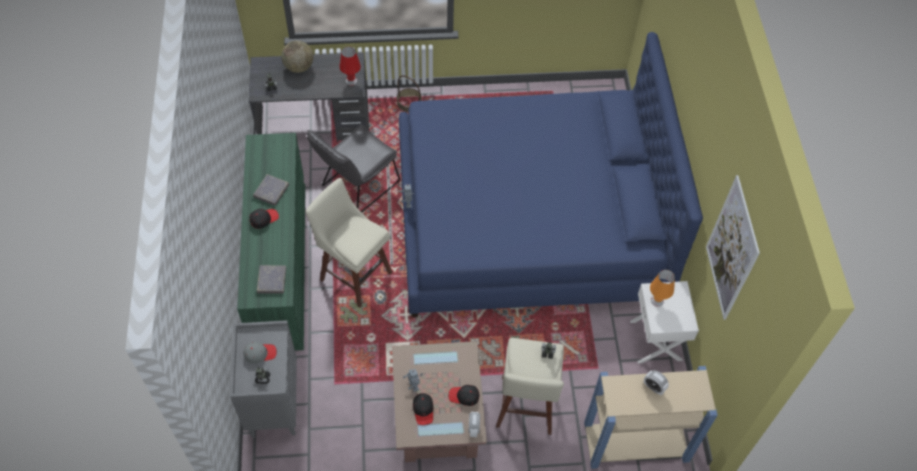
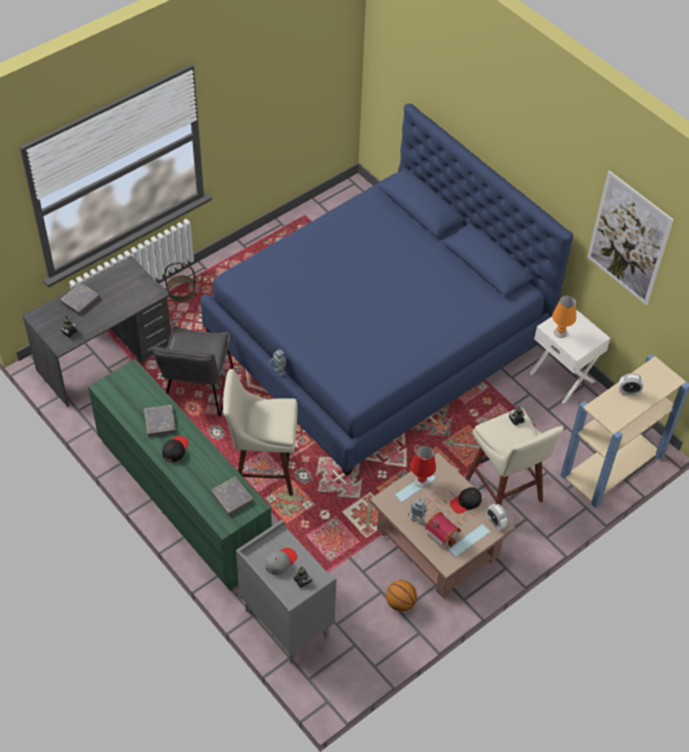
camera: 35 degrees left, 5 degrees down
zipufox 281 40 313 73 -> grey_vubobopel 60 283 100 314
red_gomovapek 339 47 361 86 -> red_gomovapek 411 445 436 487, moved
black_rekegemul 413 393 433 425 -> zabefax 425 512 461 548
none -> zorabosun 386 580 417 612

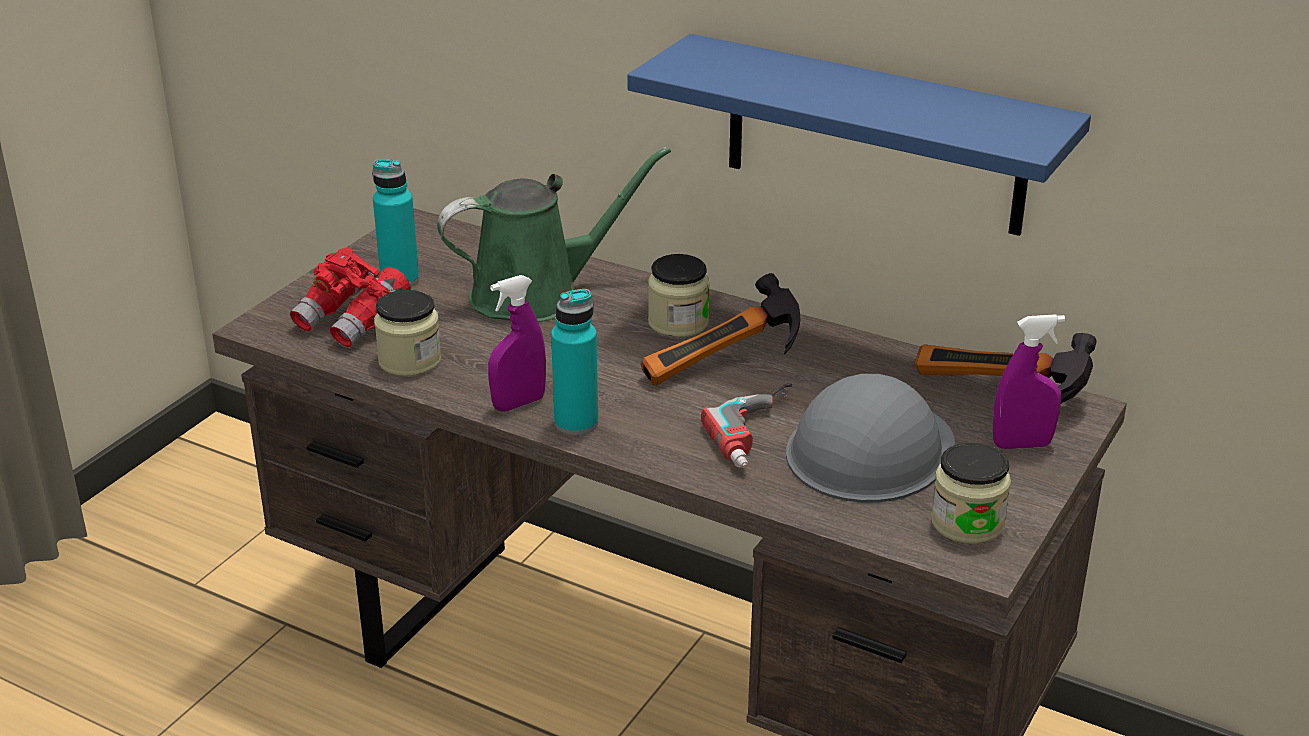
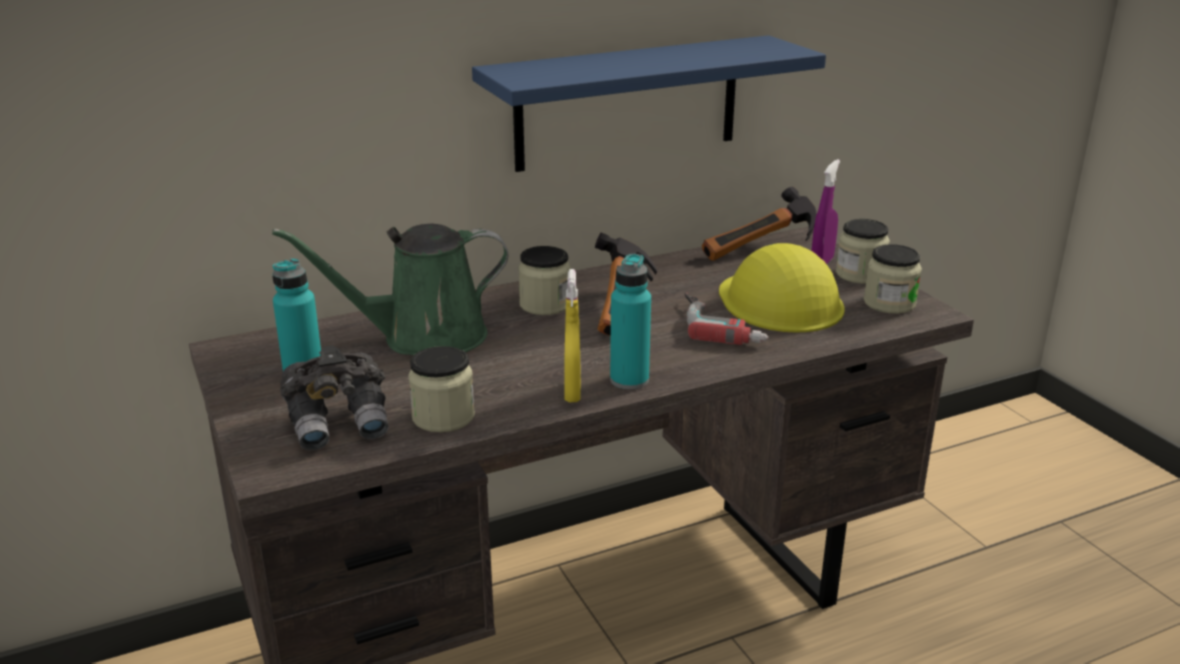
camera: 55 degrees left, 5 degrees down
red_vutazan 290 247 411 348 -> grey_vutazan 280 346 389 451
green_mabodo 437 147 671 322 -> green_mabodo 272 224 508 355, 120 degrees counterclockwise
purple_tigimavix 488 275 546 412 -> yellow_tigimavix 564 269 581 402
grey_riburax 786 374 955 503 -> yellow_riburax 719 243 845 333
none -> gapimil 836 219 890 284

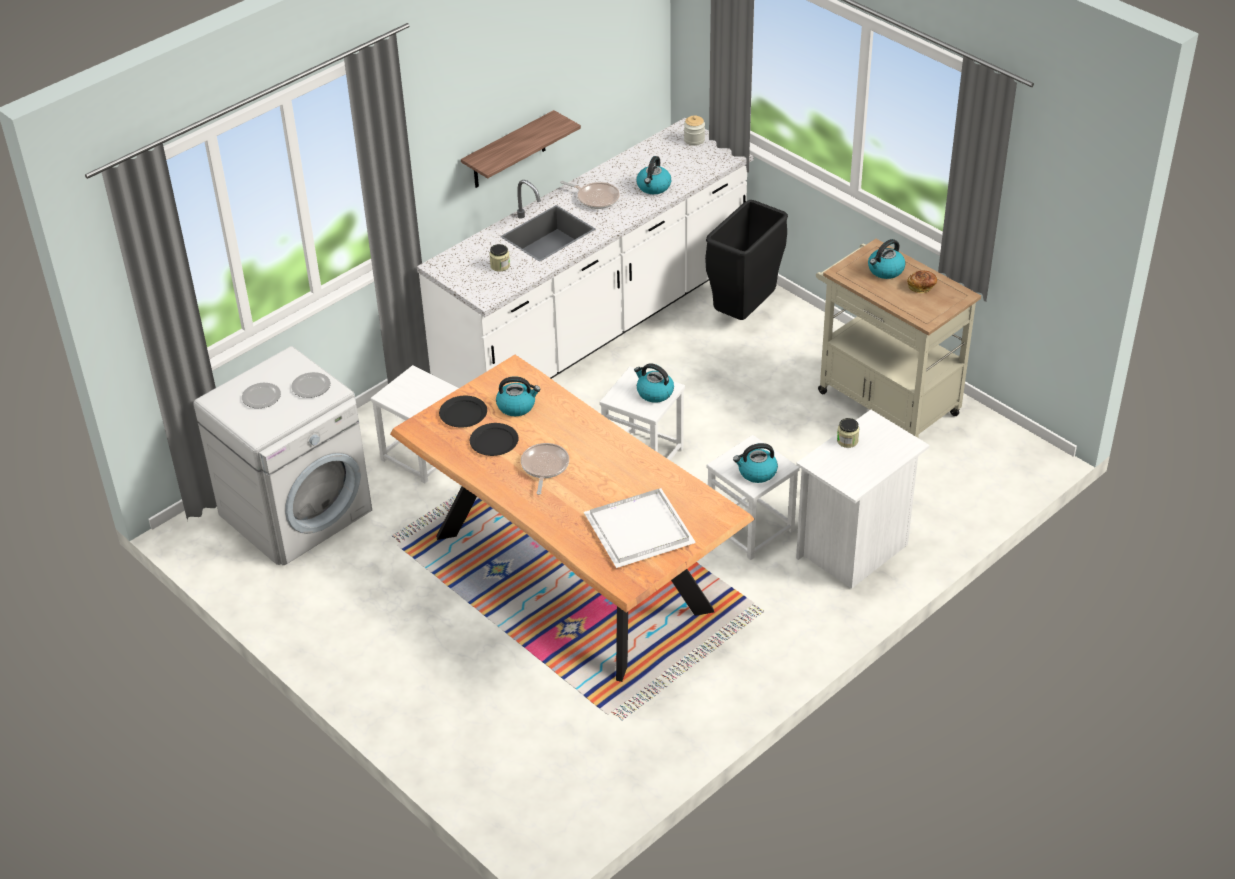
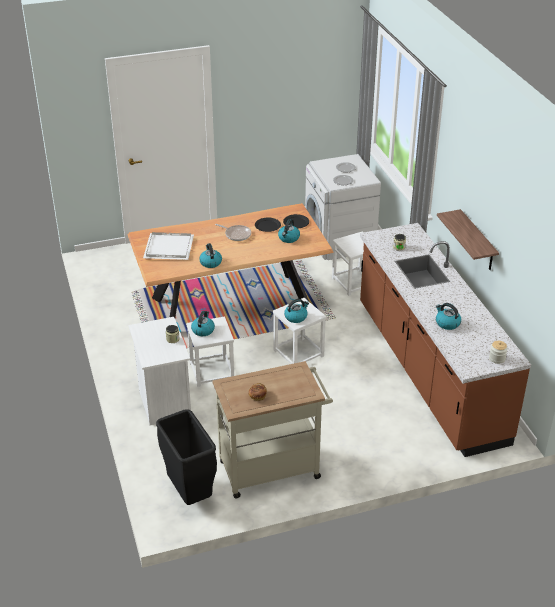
camera: 115 degrees right, 5 degrees down
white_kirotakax 417 118 754 388 -> brown_kirotakax 360 223 531 457
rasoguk 560 181 620 209 -> none
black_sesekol 705 200 788 320 -> black_sesekol 156 409 217 505, moved
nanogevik 868 239 905 279 -> nanogevik 199 243 222 268, moved

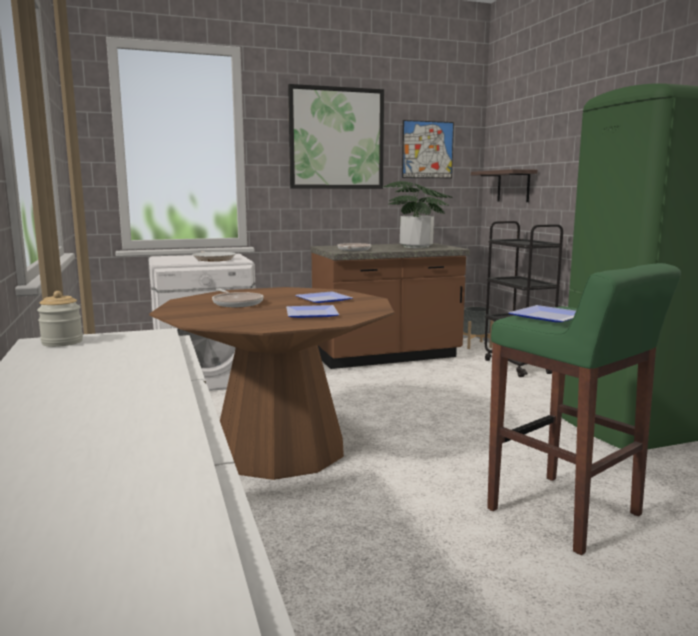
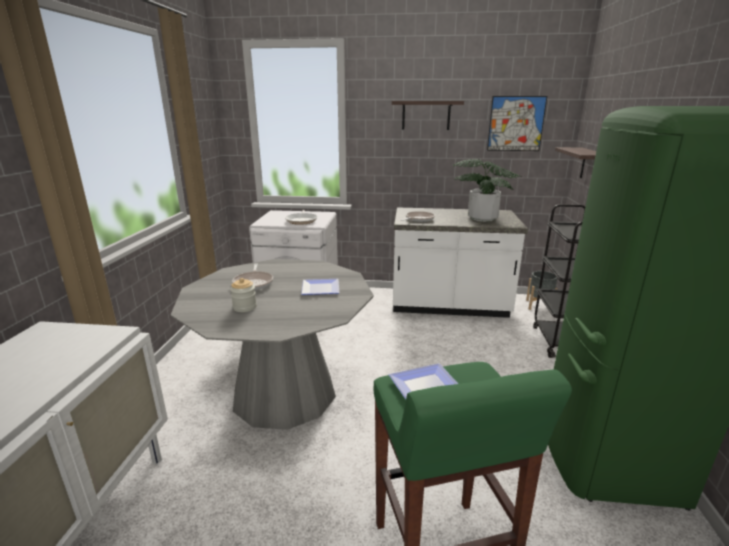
camera: 25 degrees right, 10 degrees up
gapimil 37 291 83 347 -> gapimil 230 278 257 312, moved
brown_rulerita 149 287 394 480 -> grey_rulerita 171 259 374 430
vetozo 286 305 339 318 -> none
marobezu 288 84 384 189 -> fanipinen 392 101 464 130
brown_kirotakax 310 243 470 369 -> white_kirotakax 393 207 528 318

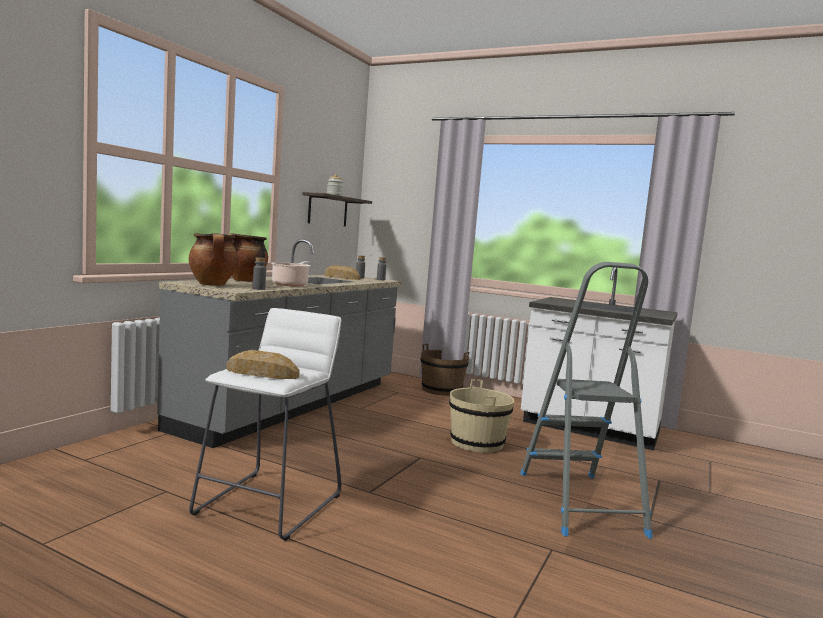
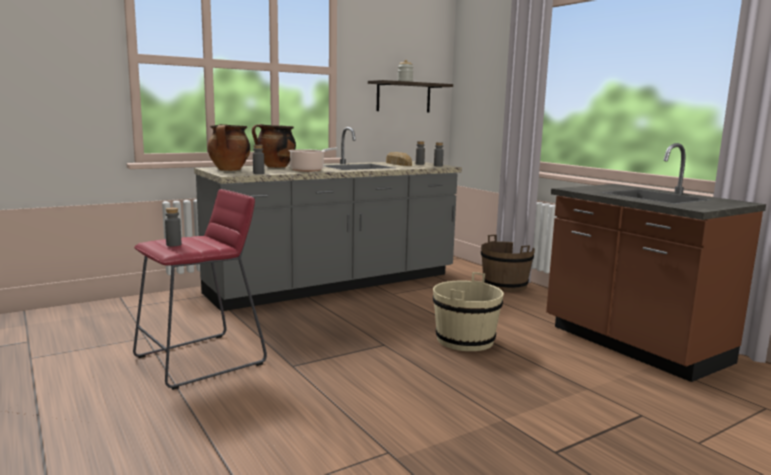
camera: 30 degrees right, 5 degrees up
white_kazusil 189 308 341 541 -> red_kazusil 133 189 267 390
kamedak 227 350 300 379 -> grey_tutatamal 165 208 181 246
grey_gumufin 520 262 653 539 -> none
white_kirotakax 521 267 678 450 -> brown_kirotakax 546 143 766 382

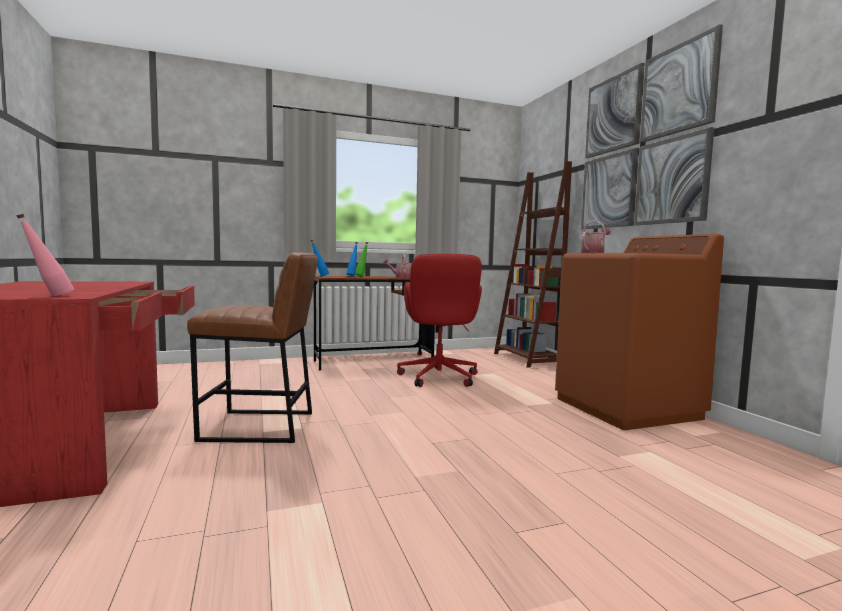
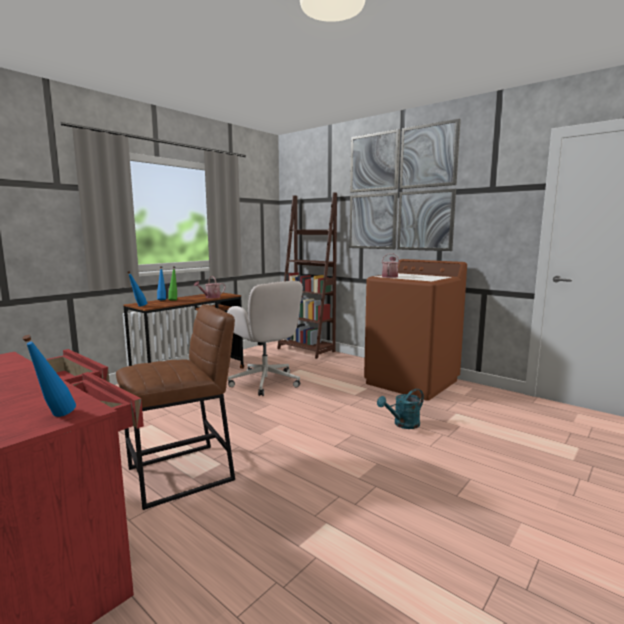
camera: 30 degrees left, 5 degrees up
pink_tutatamal 16 214 74 296 -> blue_tutatamal 22 335 76 417
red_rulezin 397 254 482 387 -> white_rulezin 227 281 303 396
none -> turquoise_mabodo 377 389 424 429

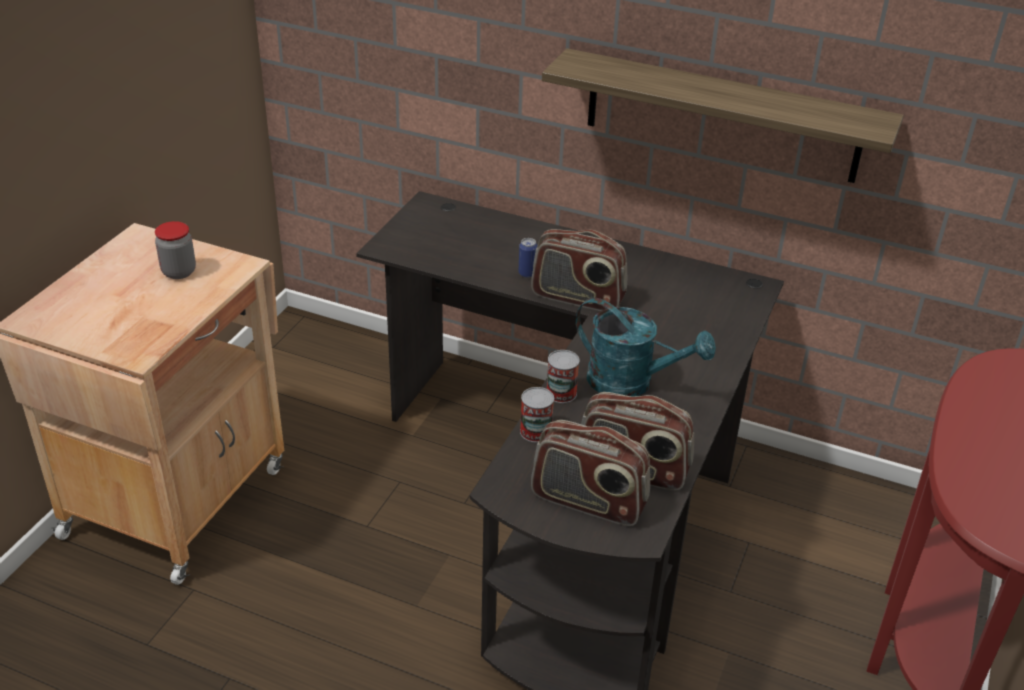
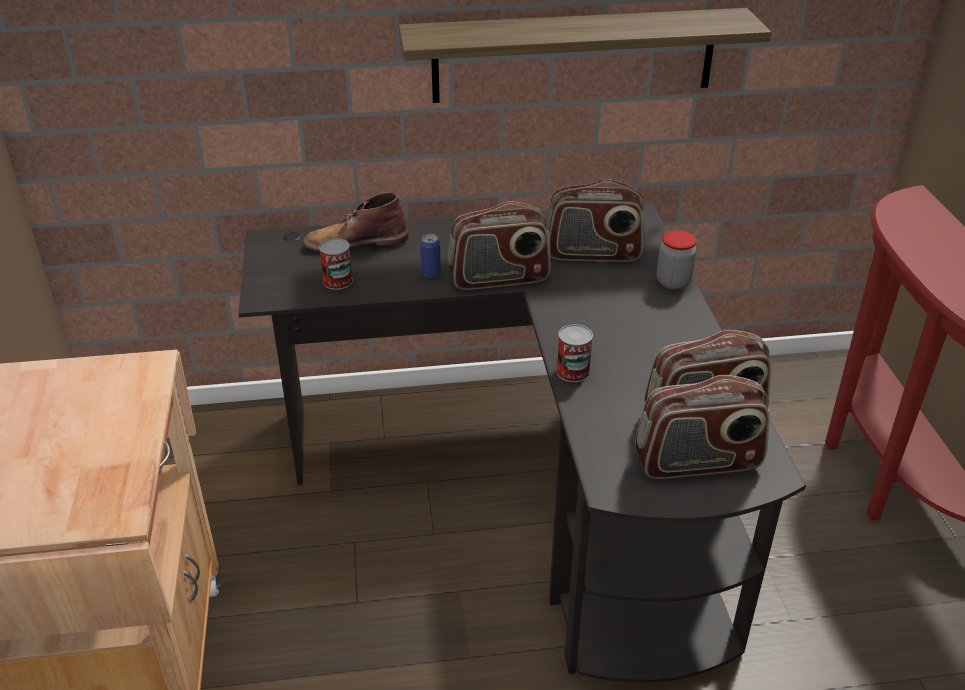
camera: 30 degrees left, 0 degrees up
gapimil 155 221 196 279 -> gapimil 657 230 697 289, moved
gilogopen 520 387 554 443 -> gilogopen 319 238 353 290, moved
turquoise_mabodo 576 298 716 396 -> none
none -> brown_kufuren 303 192 409 252
none -> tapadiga 547 179 645 262

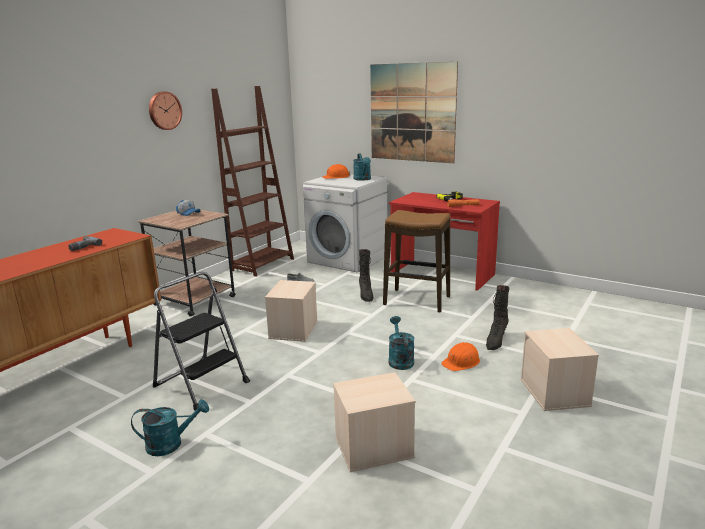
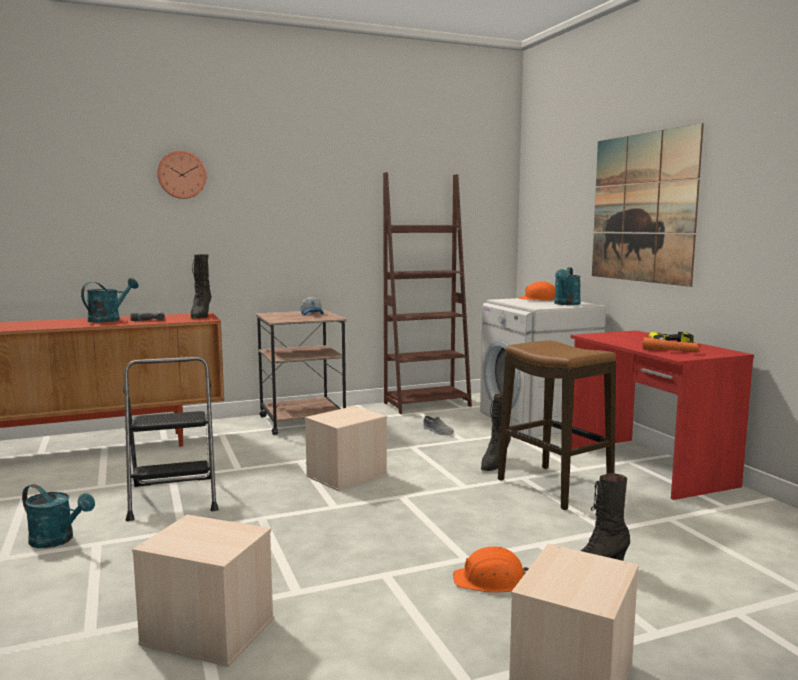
camera: 35 degrees right, 10 degrees down
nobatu 149 92 182 130 -> nobatu 157 151 206 199, moved
turquoise_mabodo 388 316 414 370 -> turquoise_mabodo 81 278 139 323, moved
none -> black_kufuren 191 254 212 319

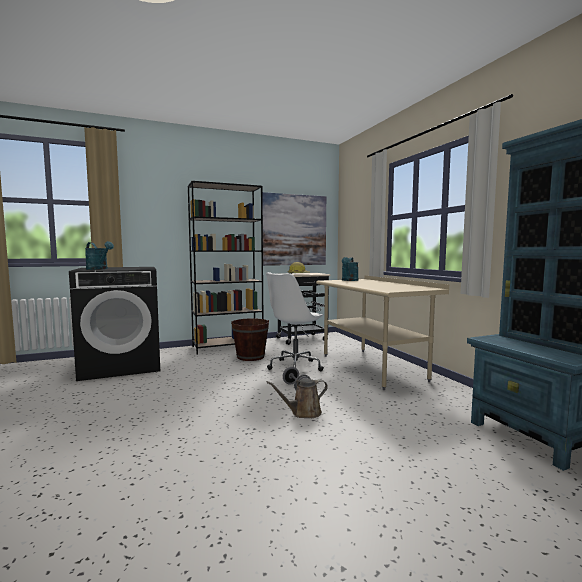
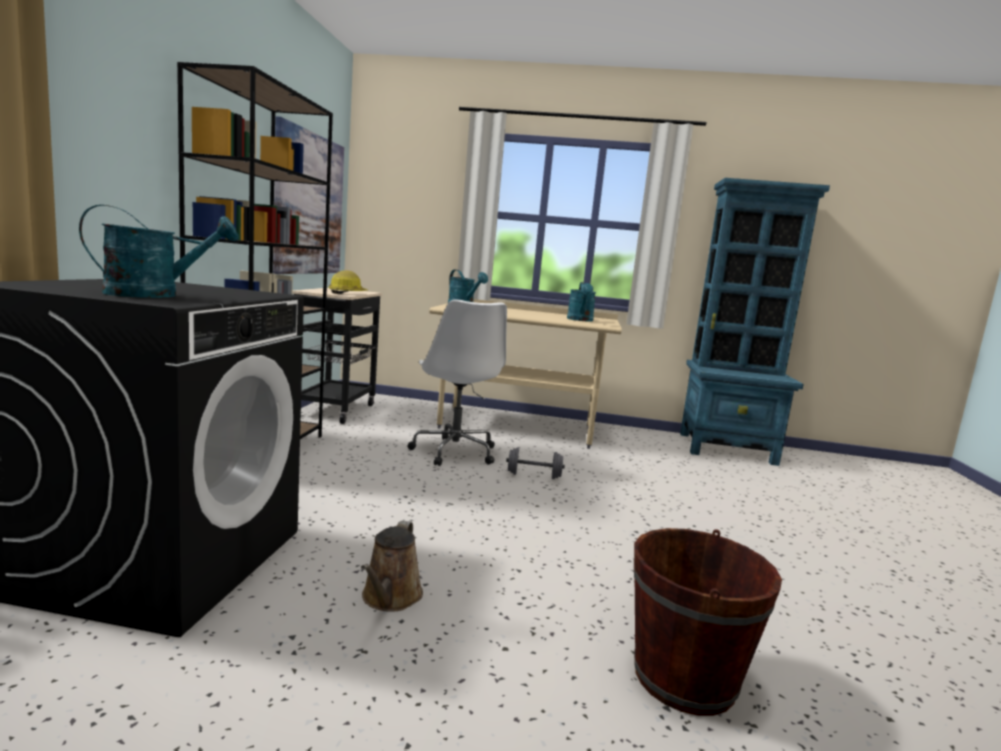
camera: 60 degrees left, 5 degrees up
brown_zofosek 231 318 269 361 -> brown_zofosek 634 528 782 716, moved
brown_mabodo 266 378 328 418 -> brown_mabodo 361 521 423 612, moved
none -> turquoise_mabodo 567 282 596 322

